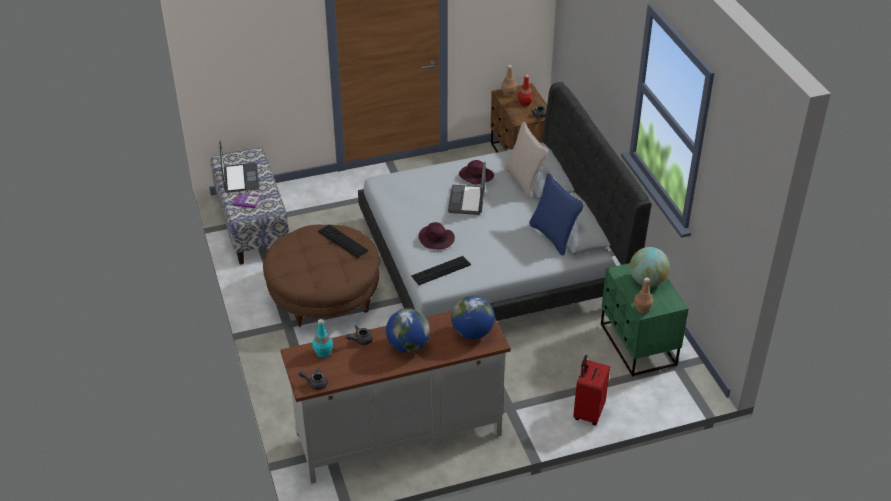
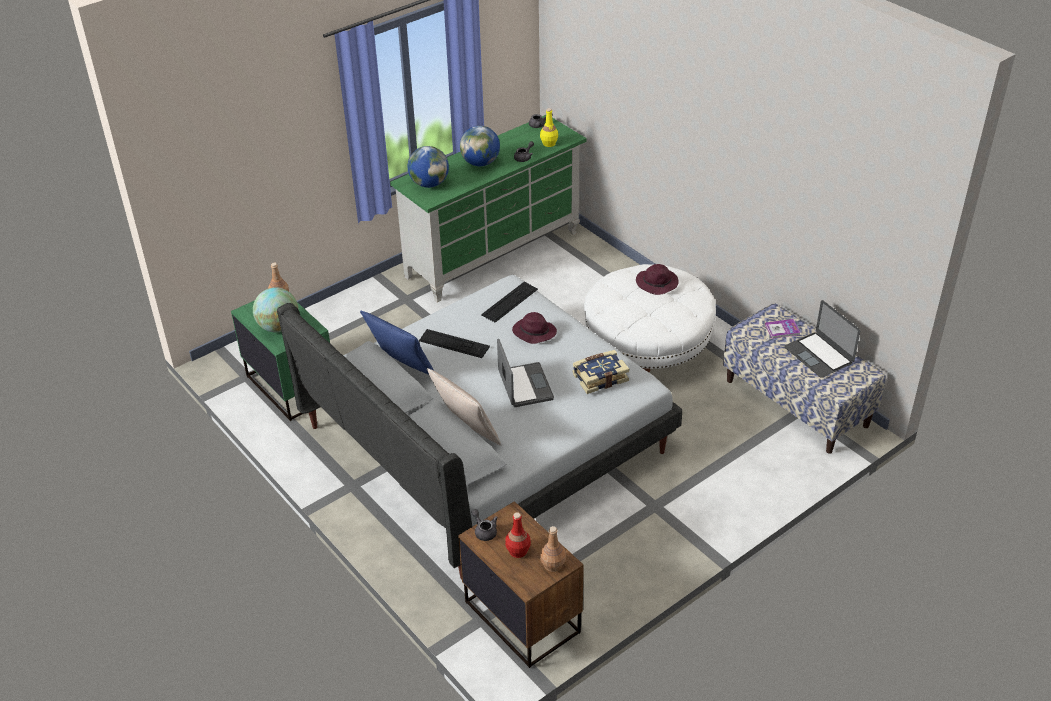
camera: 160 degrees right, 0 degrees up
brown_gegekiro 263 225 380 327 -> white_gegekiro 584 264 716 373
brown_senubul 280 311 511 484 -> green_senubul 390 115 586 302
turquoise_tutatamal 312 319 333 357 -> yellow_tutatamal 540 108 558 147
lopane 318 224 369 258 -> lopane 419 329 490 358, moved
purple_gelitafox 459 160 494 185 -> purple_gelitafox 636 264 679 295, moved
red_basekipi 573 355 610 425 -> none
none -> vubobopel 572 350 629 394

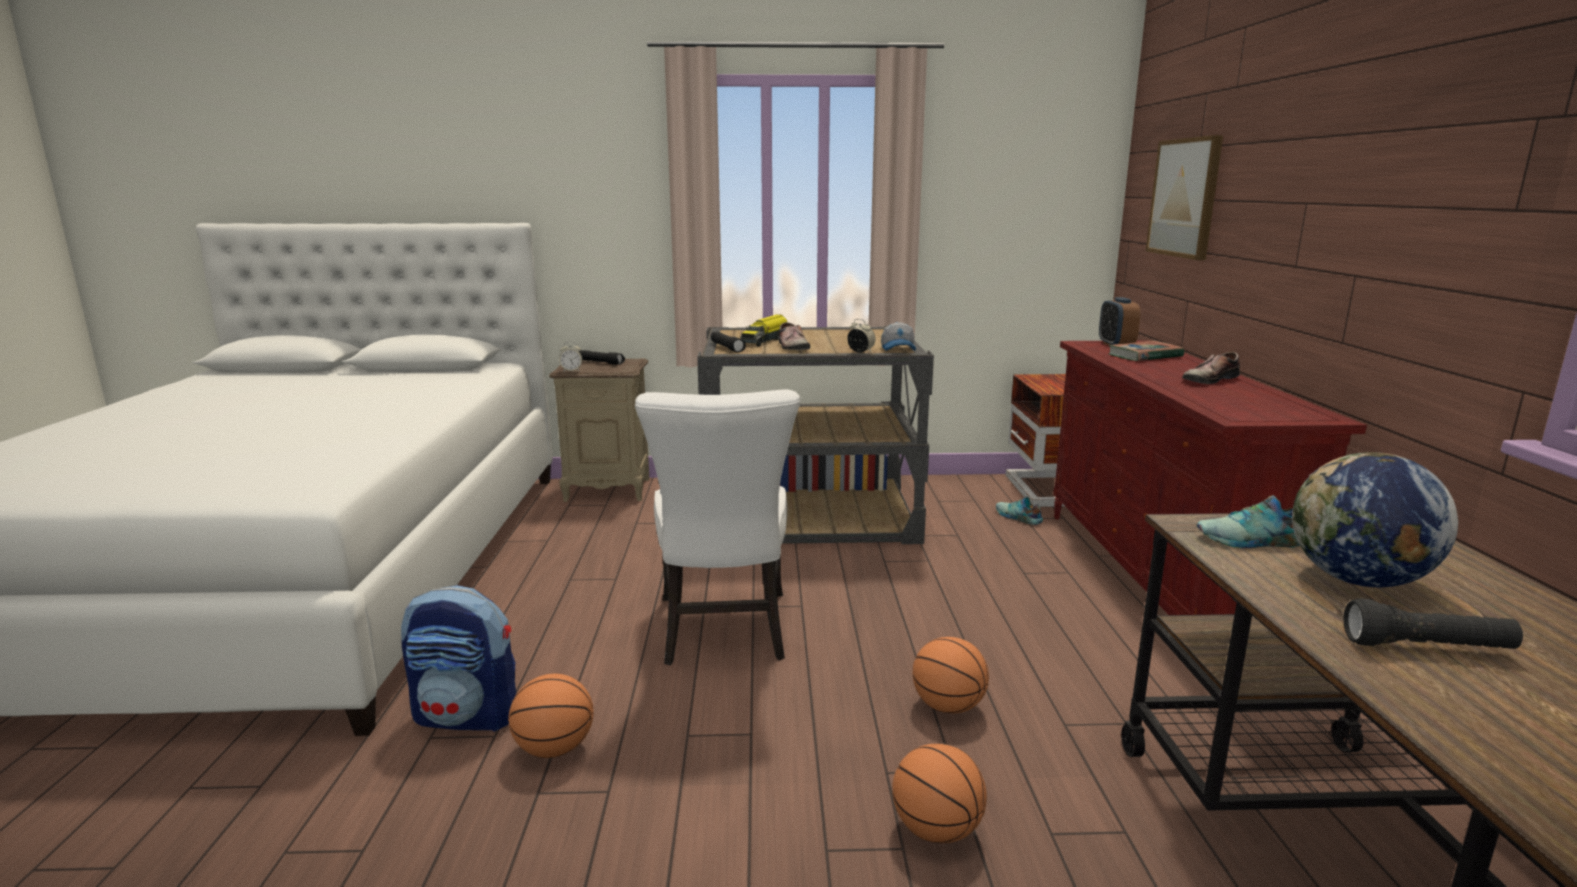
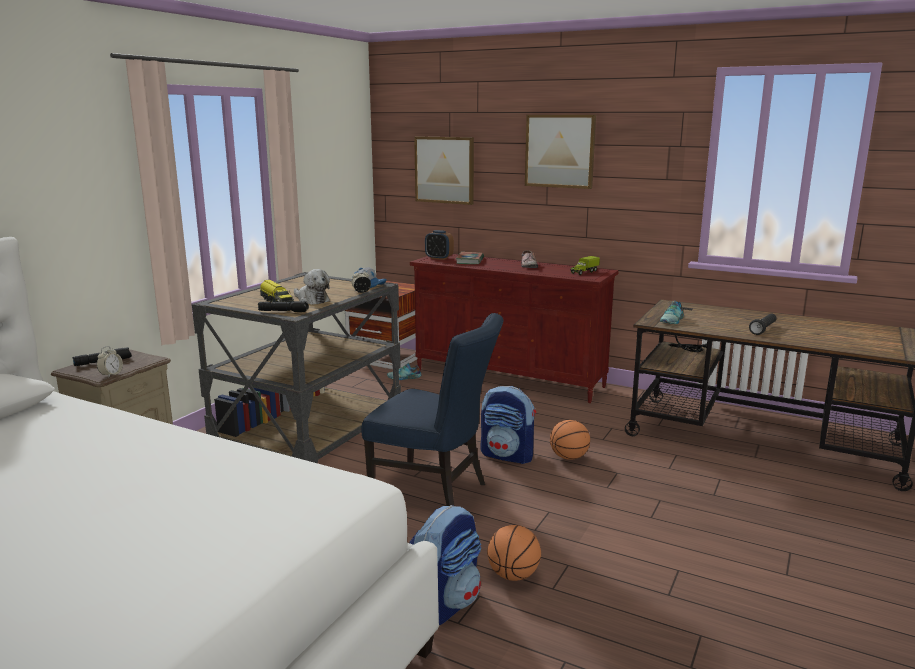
camera: 60 degrees left, 0 degrees up
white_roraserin 635 389 800 665 -> blue_roraserin 361 313 504 506
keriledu 779 322 810 350 -> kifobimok 294 269 330 305
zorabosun 892 744 987 843 -> none
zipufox 1292 452 1458 587 -> none
none -> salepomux 481 386 536 464
none -> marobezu 525 115 596 189
none -> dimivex 571 256 600 275

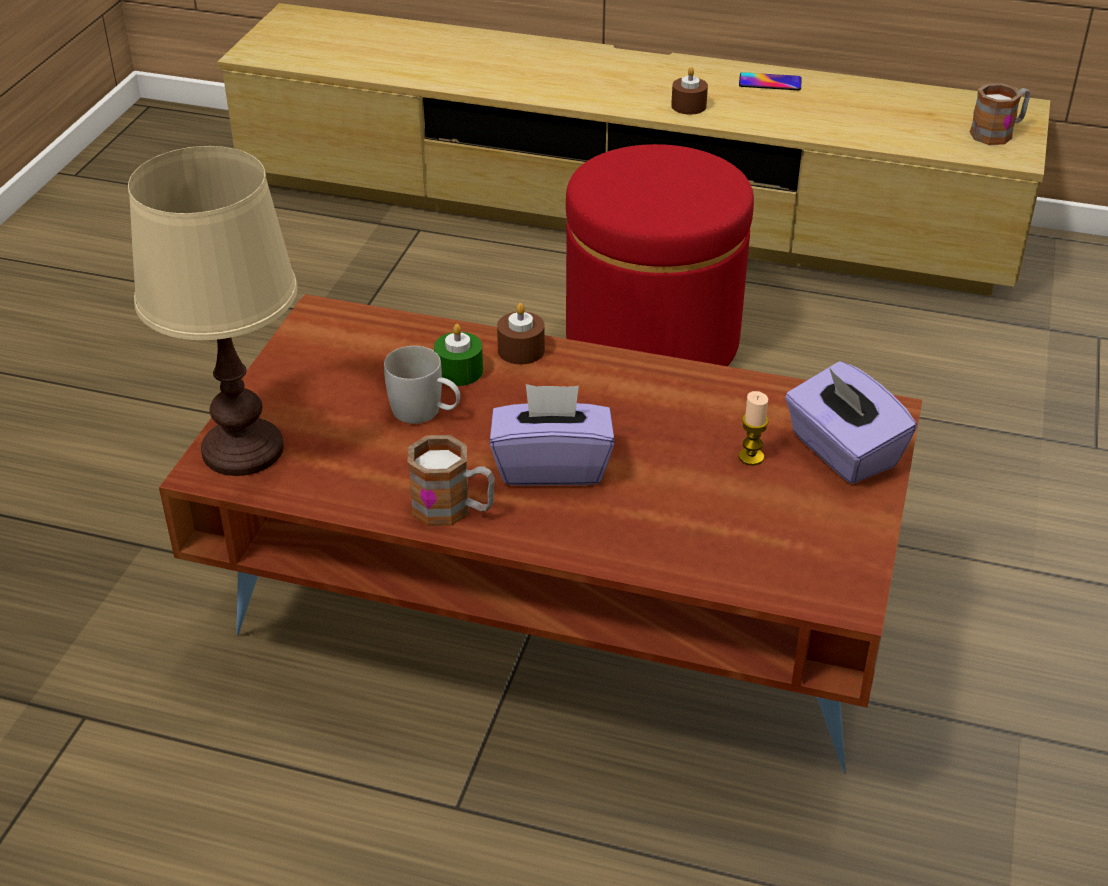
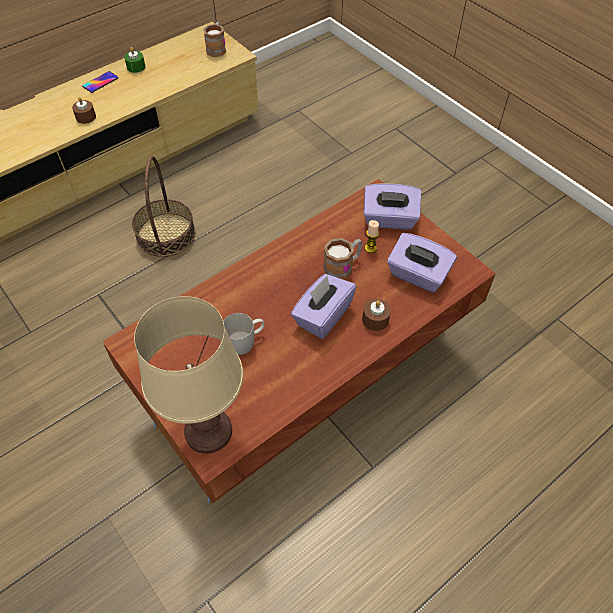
camera: 55 degrees left, 15 degrees up
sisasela 408 435 495 526 -> sisasela 323 238 362 280, moved
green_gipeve 434 324 483 386 -> green_gipeve 124 47 145 73, moved
brown_gipeve 497 303 545 364 -> brown_gipeve 362 299 391 331, moved
red_gegekiro 566 144 754 366 -> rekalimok 132 156 195 257
none -> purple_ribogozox 387 233 457 292

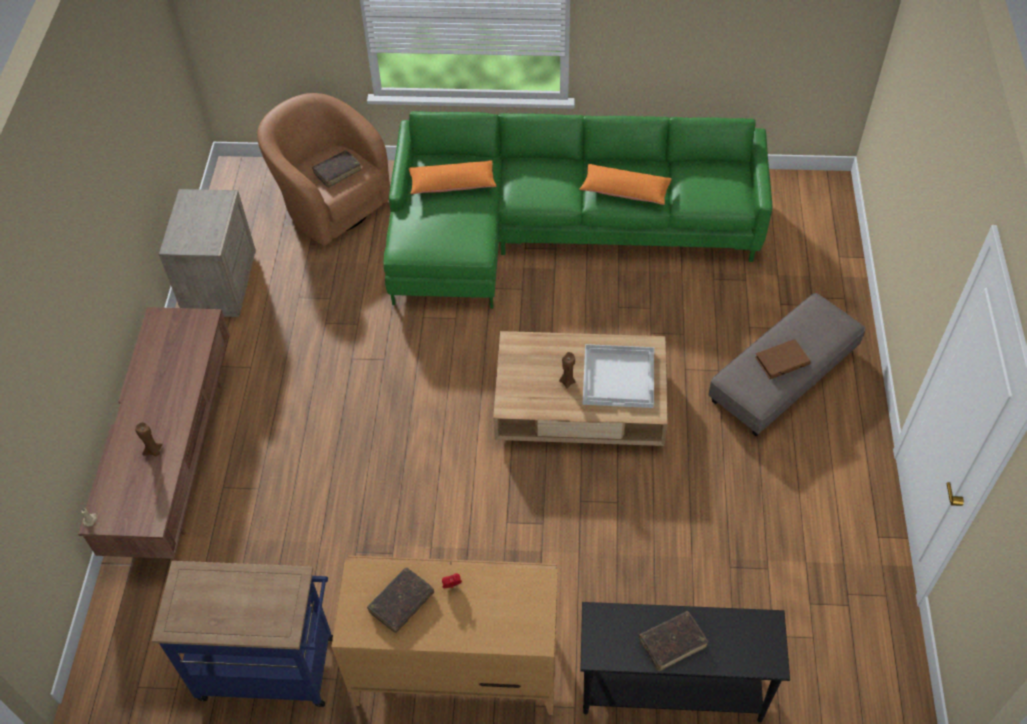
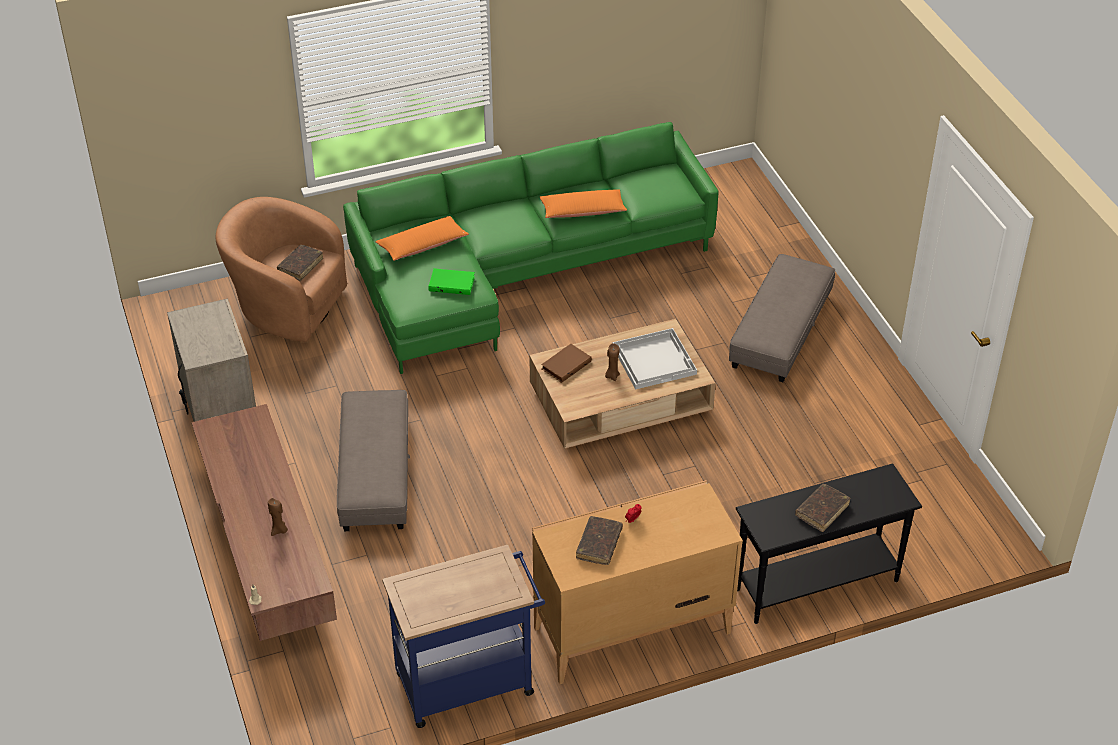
camera: 25 degrees left, 10 degrees down
brown_vubobopel 755 339 811 379 -> brown_vubobopel 541 344 592 383, moved
none -> grey_gegekiro 337 390 410 531
none -> green_vubobopel 429 268 475 295

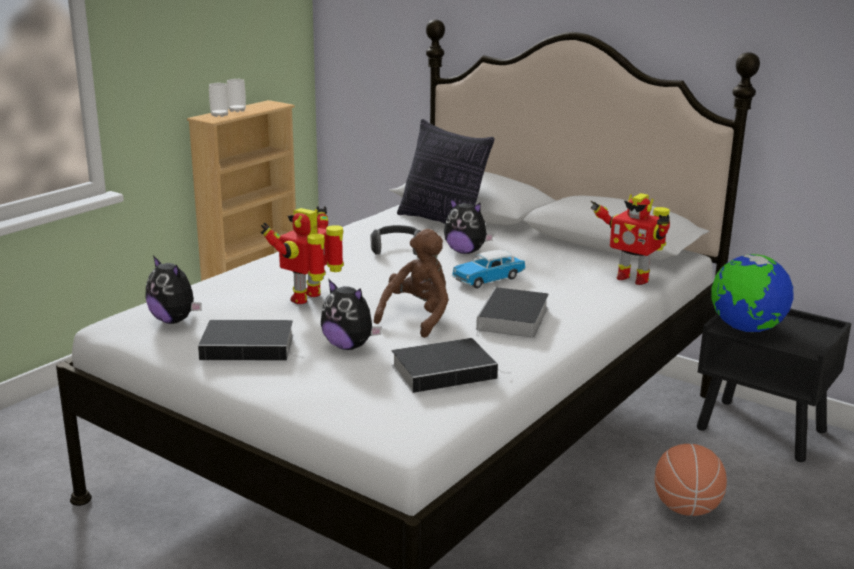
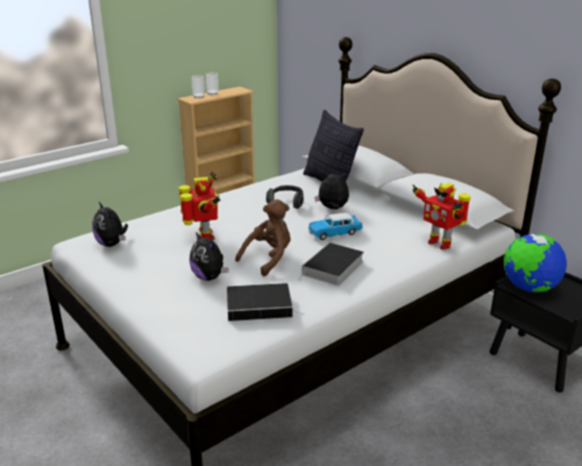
camera: 15 degrees right, 5 degrees up
vubobopel 198 320 305 361 -> none
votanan 260 206 344 304 -> votanan 179 172 221 240, 120 degrees clockwise
kifobimok 444 198 494 254 -> kifobimok 315 171 349 210, 150 degrees clockwise
zorabosun 655 444 727 516 -> none

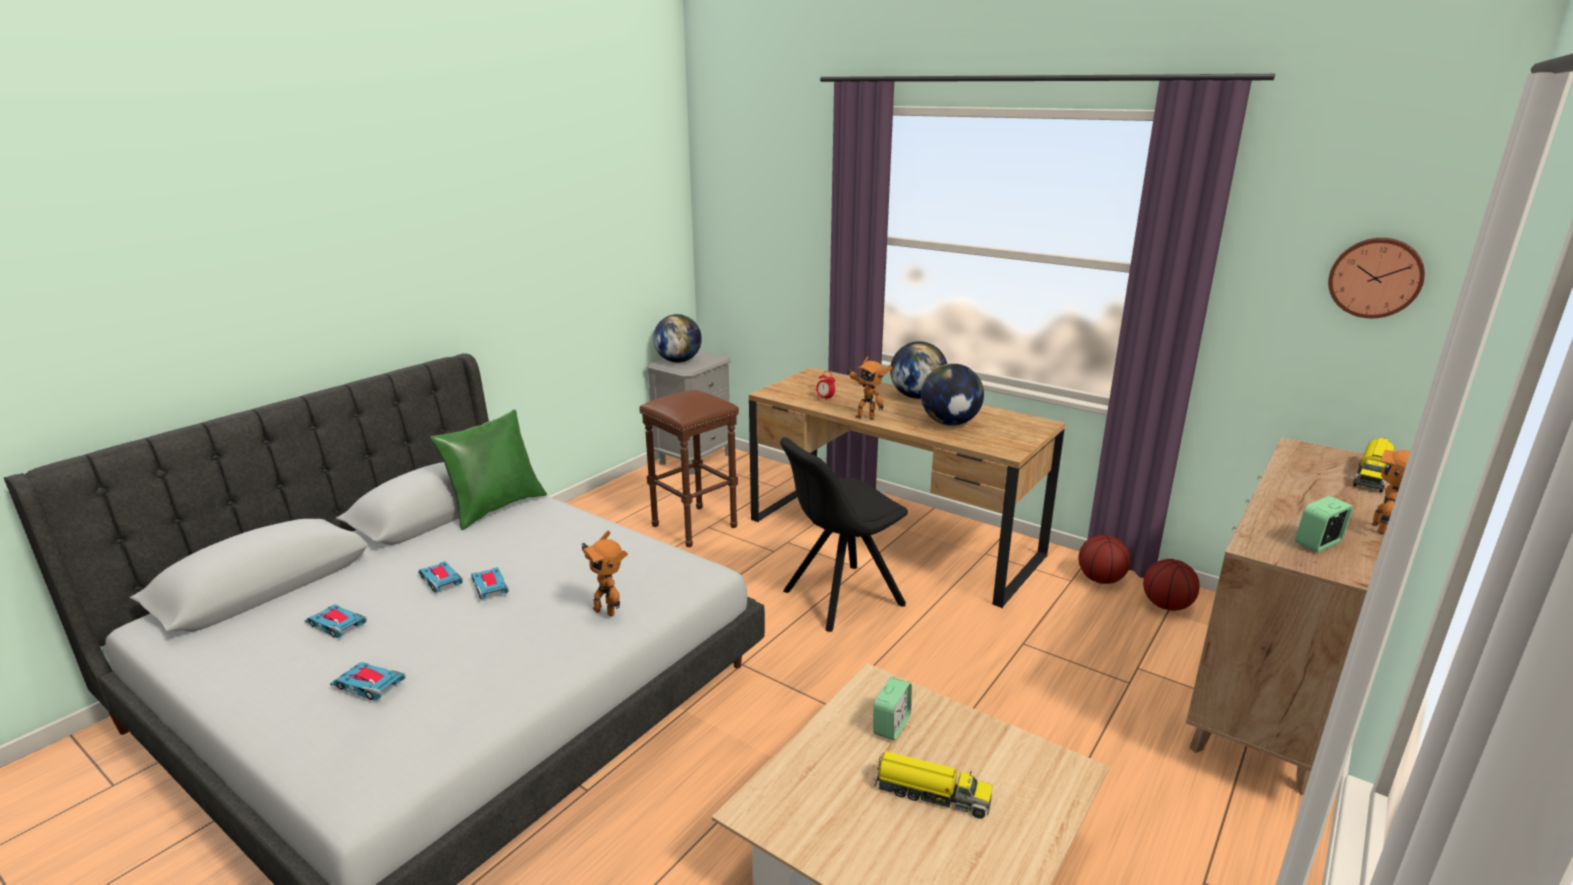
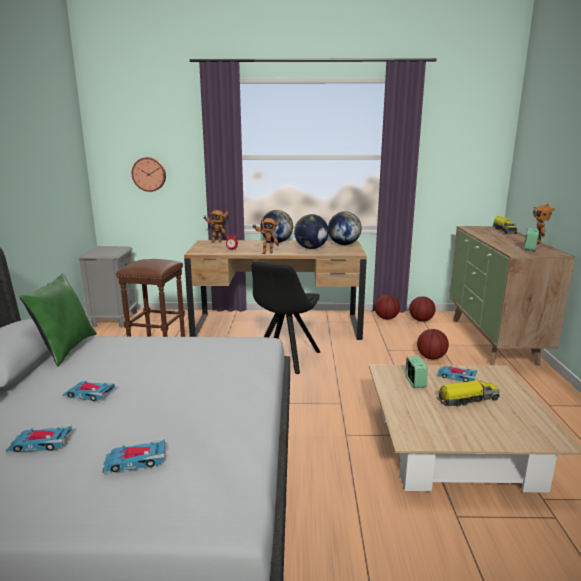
camera: 35 degrees left, 5 degrees down
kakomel 471 567 509 600 -> kakomel 437 366 477 382, moved
votanan 581 531 628 616 -> votanan 203 209 228 243, moved
zipufox 653 314 702 363 -> zipufox 328 212 361 245, moved
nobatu 1328 238 1425 318 -> nobatu 132 157 166 192, moved
none -> zorabosun 417 329 449 359

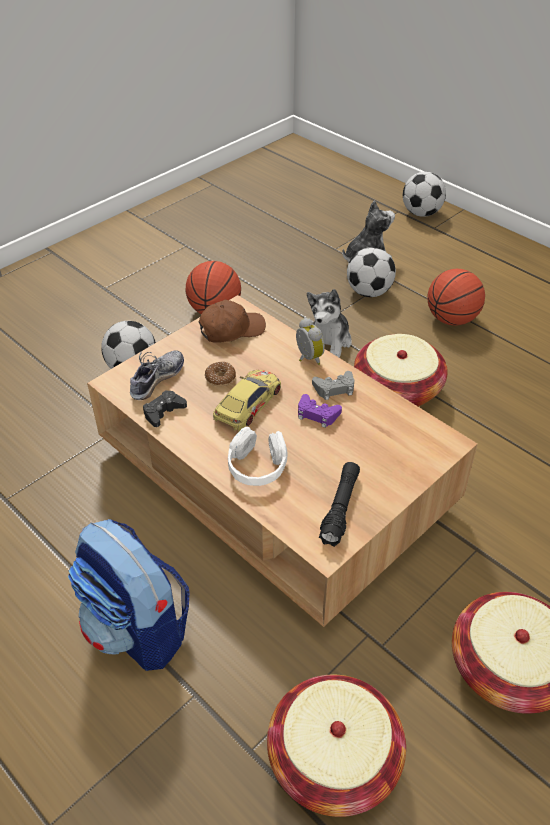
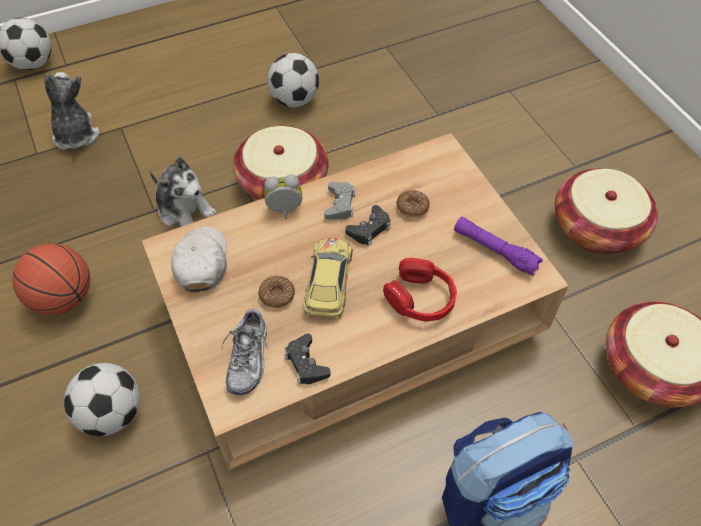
camera: 70 degrees left, 10 degrees up
keriledu 130 350 184 400 -> keriledu 221 306 268 395, 135 degrees counterclockwise
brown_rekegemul 199 300 266 342 -> white_rekegemul 171 226 227 292
kakomel 213 370 281 432 -> kakomel 304 238 352 319, 45 degrees clockwise
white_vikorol 228 427 287 486 -> red_vikorol 383 258 457 322
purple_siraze 298 394 342 428 -> black_siraze 345 205 390 246
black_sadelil 319 462 360 547 -> purple_sadelil 454 217 543 276
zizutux 347 247 396 297 -> zizutux 267 53 319 107, moved
zorabosun 427 269 485 326 -> none
none -> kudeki 396 190 430 218

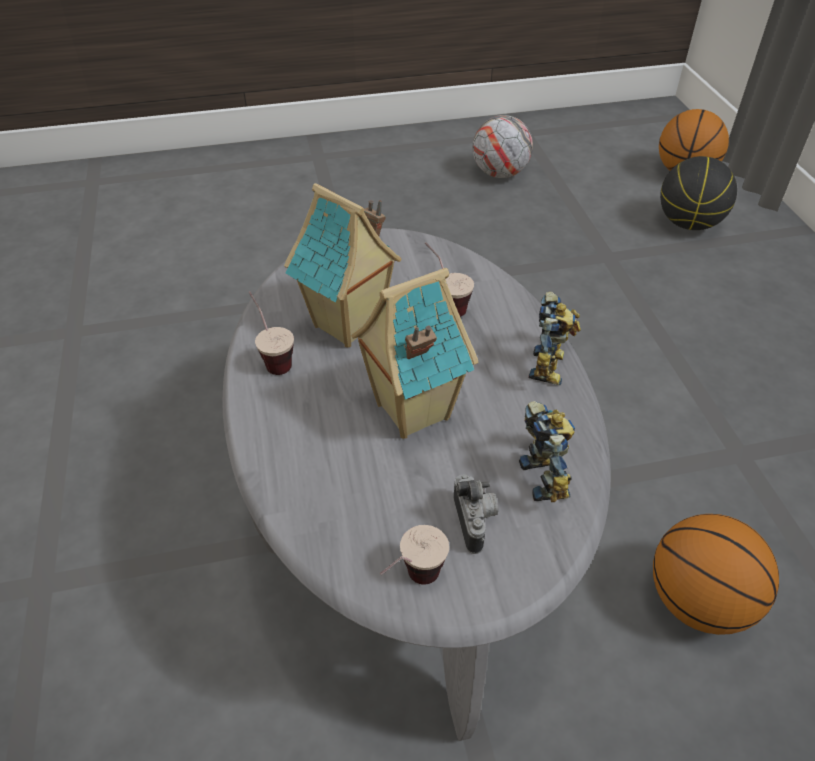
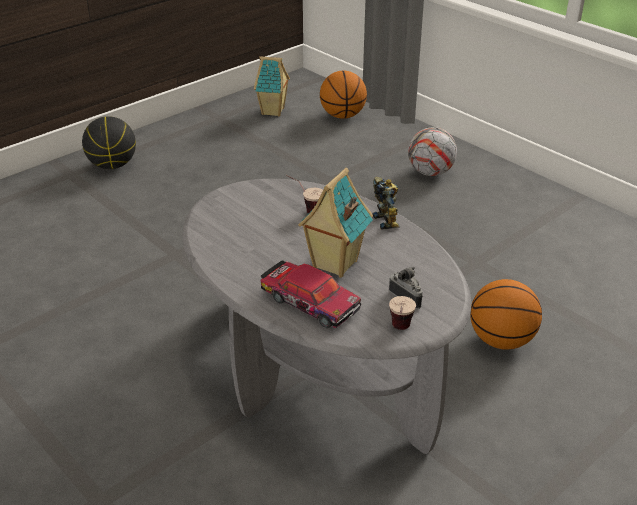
camera: 30 degrees left, 10 degrees down
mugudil 249 291 294 375 -> none
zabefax 284 183 402 347 -> zabefax 254 56 290 116, moved
zizutux 473 115 533 178 -> zizutux 408 127 457 176, moved
votanan 519 401 575 502 -> none
zorabosun 660 156 737 230 -> zorabosun 82 116 136 169, moved
none -> kakomel 261 260 361 328

